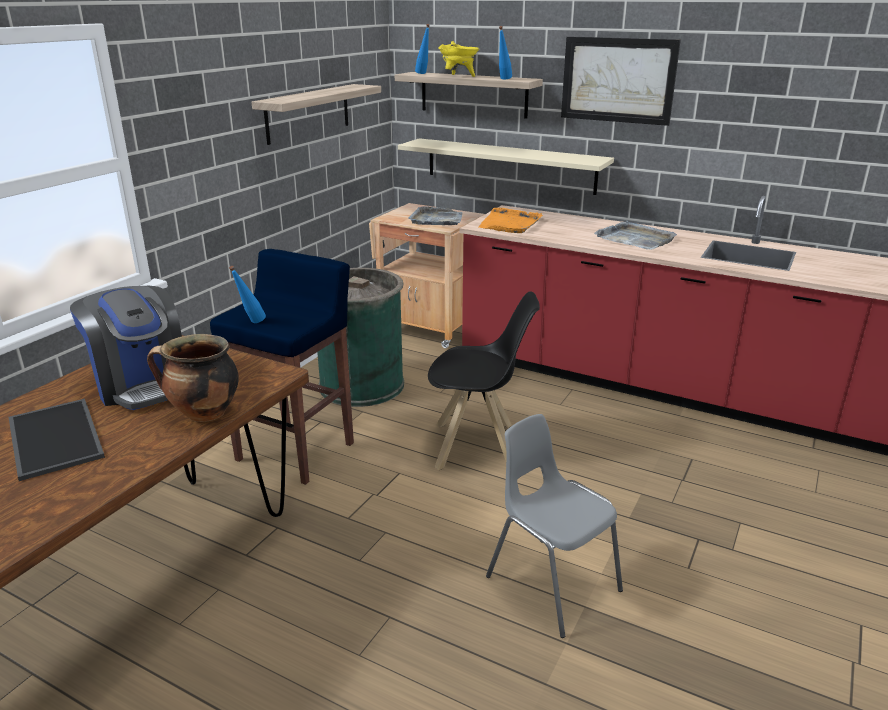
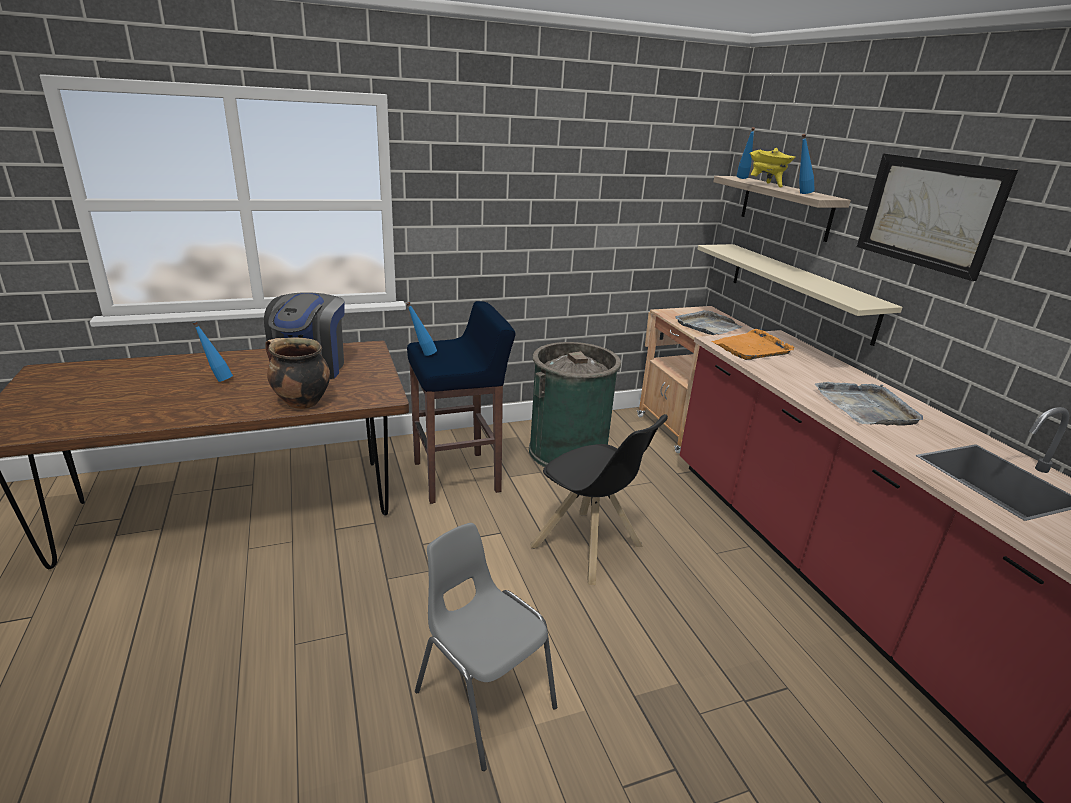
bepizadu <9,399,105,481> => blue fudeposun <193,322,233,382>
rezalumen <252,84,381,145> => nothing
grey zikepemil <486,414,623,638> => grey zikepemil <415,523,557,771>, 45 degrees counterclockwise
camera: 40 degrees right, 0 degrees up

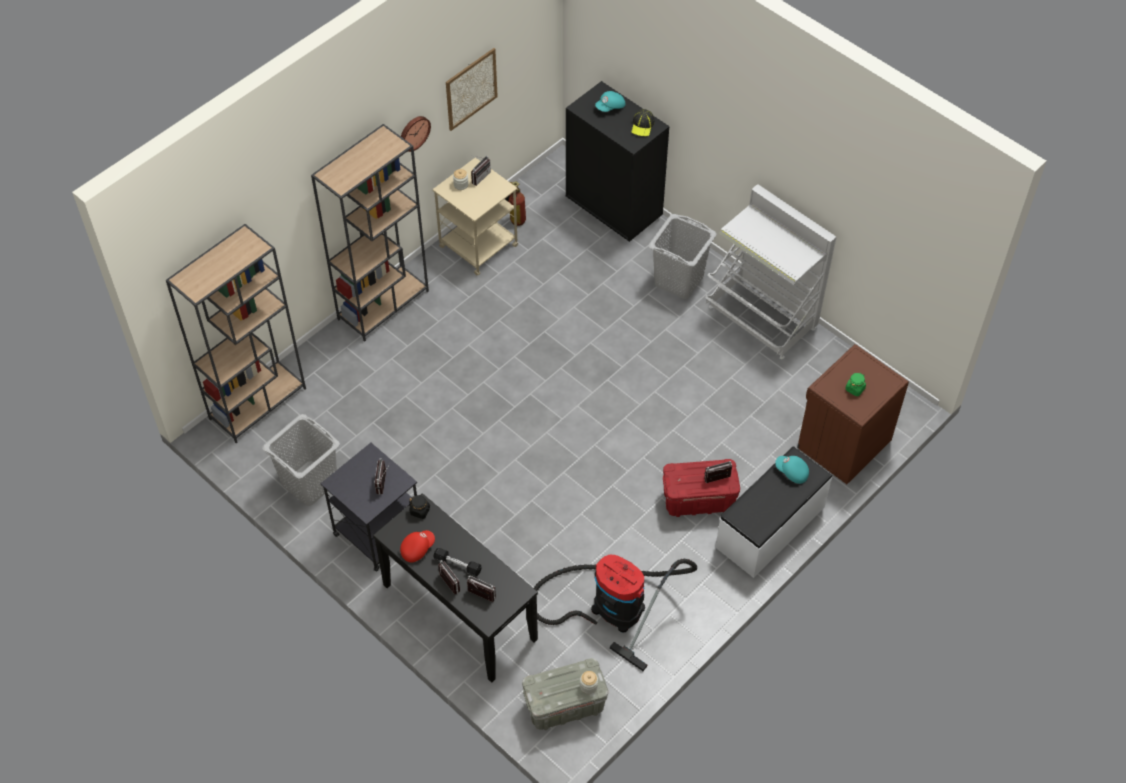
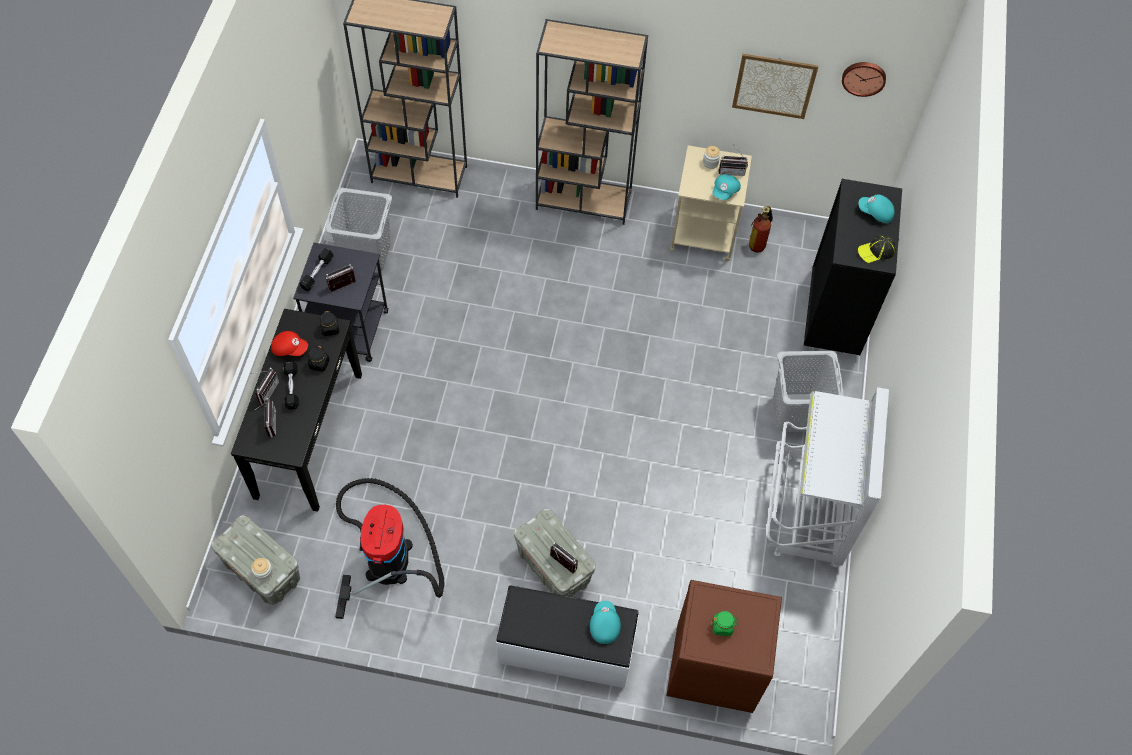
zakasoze <401,116,431,152> => zakasoze <842,62,886,97>, relocated
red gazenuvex <663,459,740,517> => grey gazenuvex <514,509,596,597>
nothing => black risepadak <300,248,334,291>
nothing => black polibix <308,346,330,372>
nothing => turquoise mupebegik <712,174,741,200>
camera: 55 degrees right, 5 degrees up

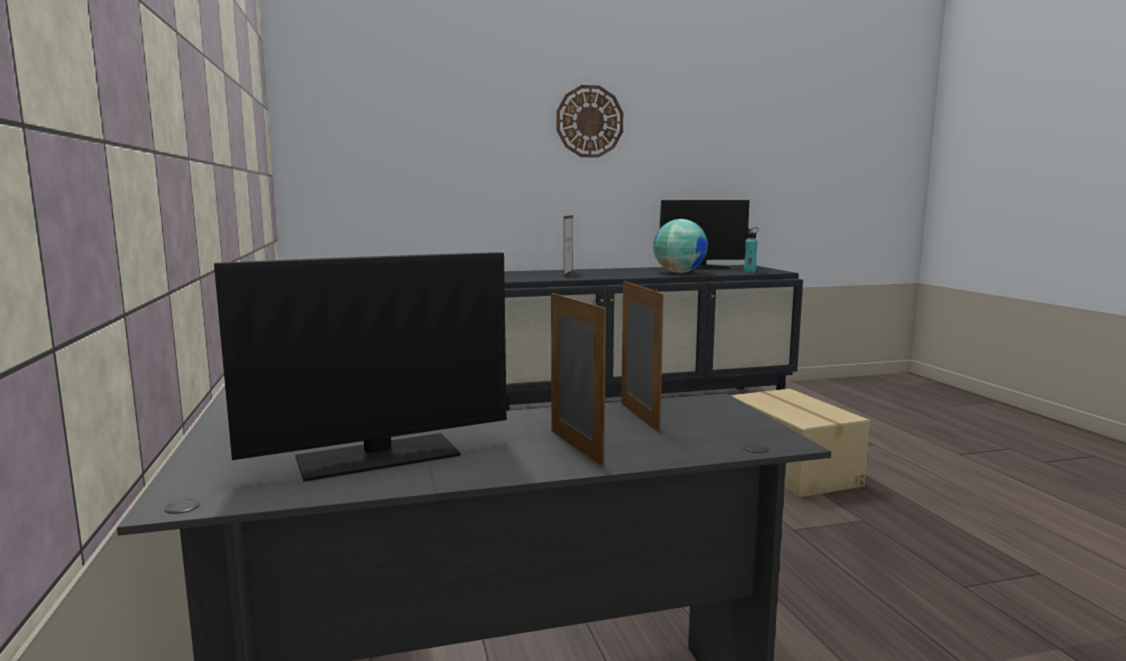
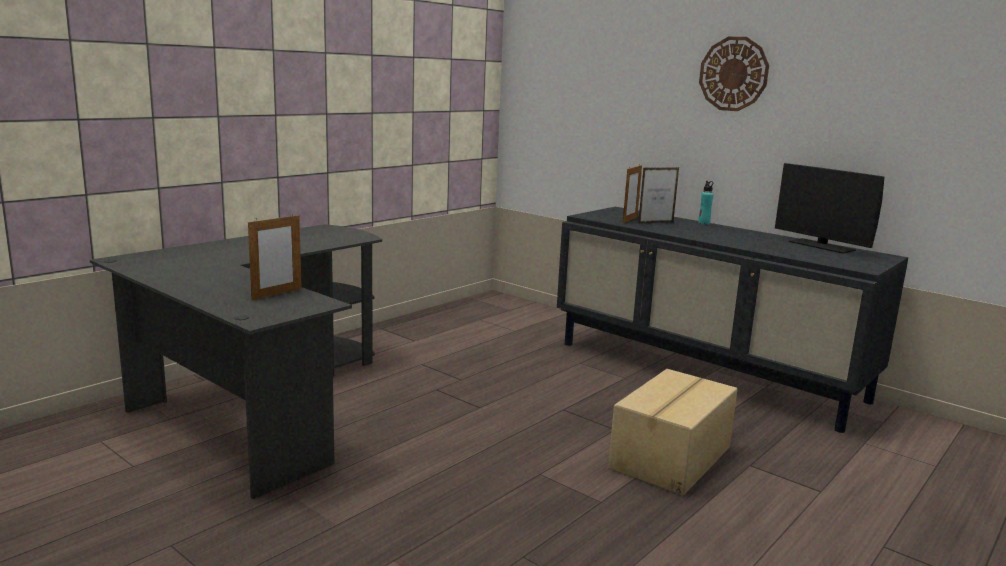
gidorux <214,252,507,482> => nothing
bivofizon <551,290,606,466> => bivofizon <623,165,642,223>, relocated
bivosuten <653,219,708,273> => nothing
turquoise fudeposun <744,228,759,273> => turquoise fudeposun <698,181,713,225>, relocated
camera: 55 degrees right, 5 degrees up

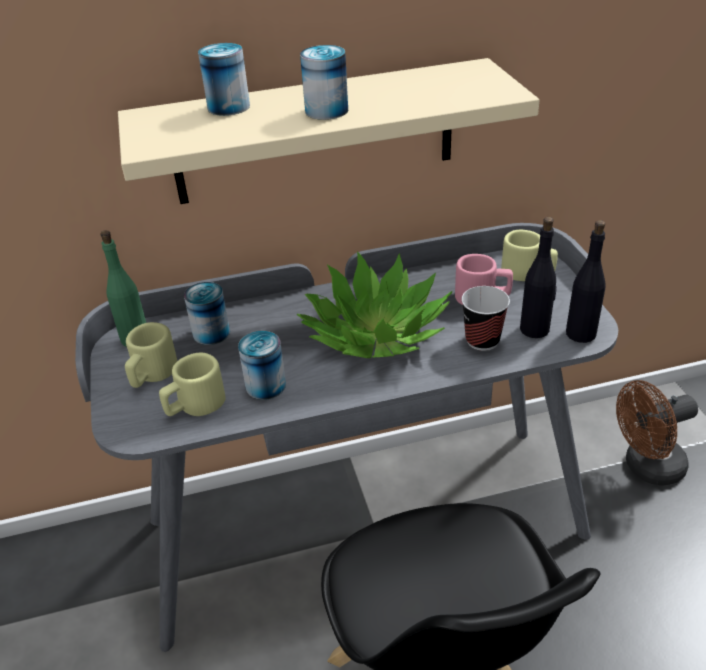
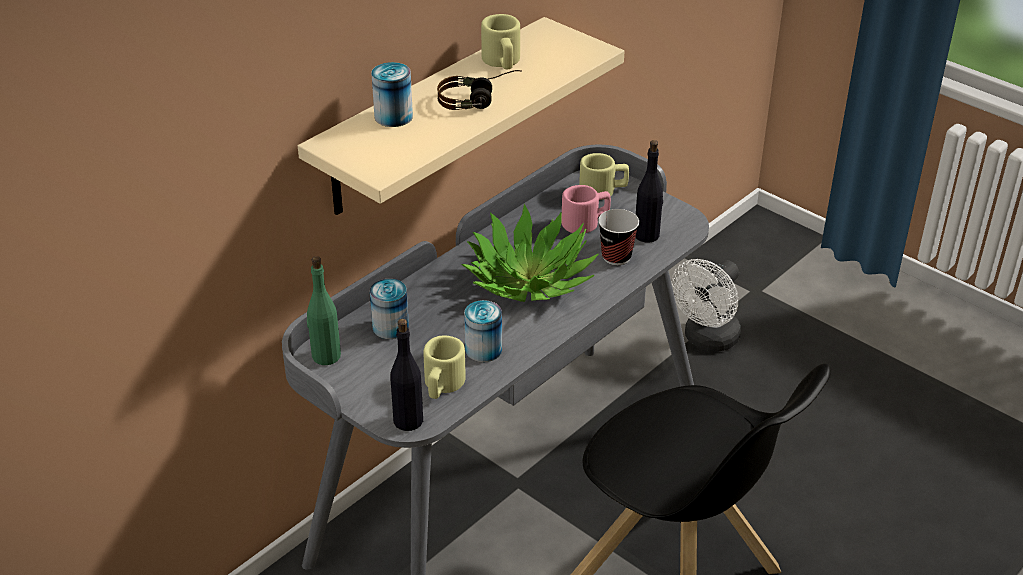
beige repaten <125,322,178,388> => beige repaten <481,14,520,69>, relocated
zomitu <300,45,348,120> => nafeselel <437,70,522,110>
black fudeposun <566,220,606,343> => black fudeposun <390,319,423,431>, relocated
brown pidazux <616,380,698,486> => white pidazux <671,259,741,352>
camera: 35 degrees left, 0 degrees up

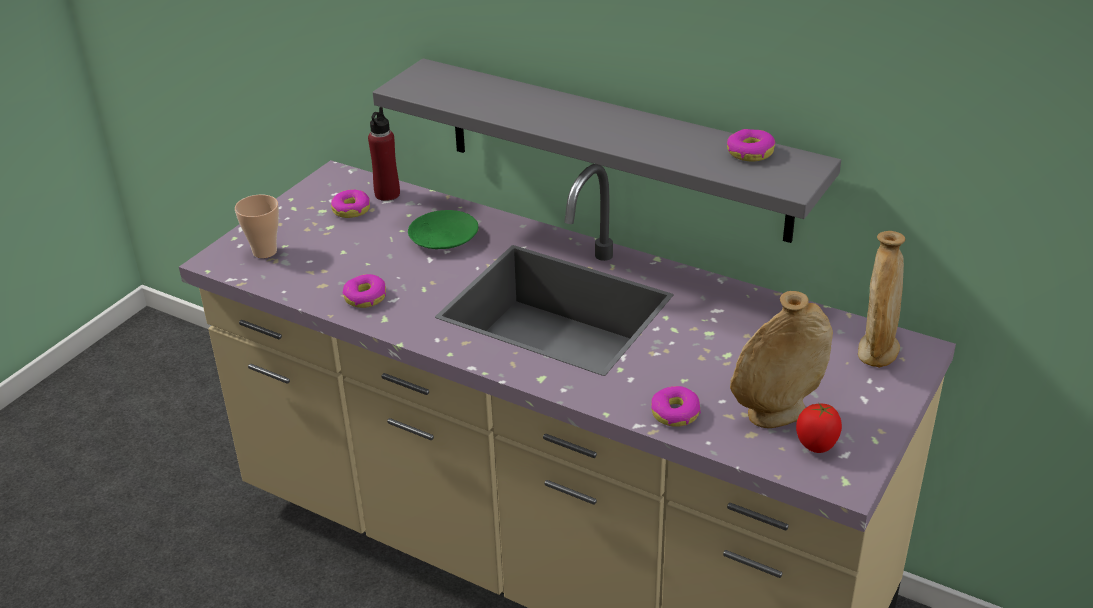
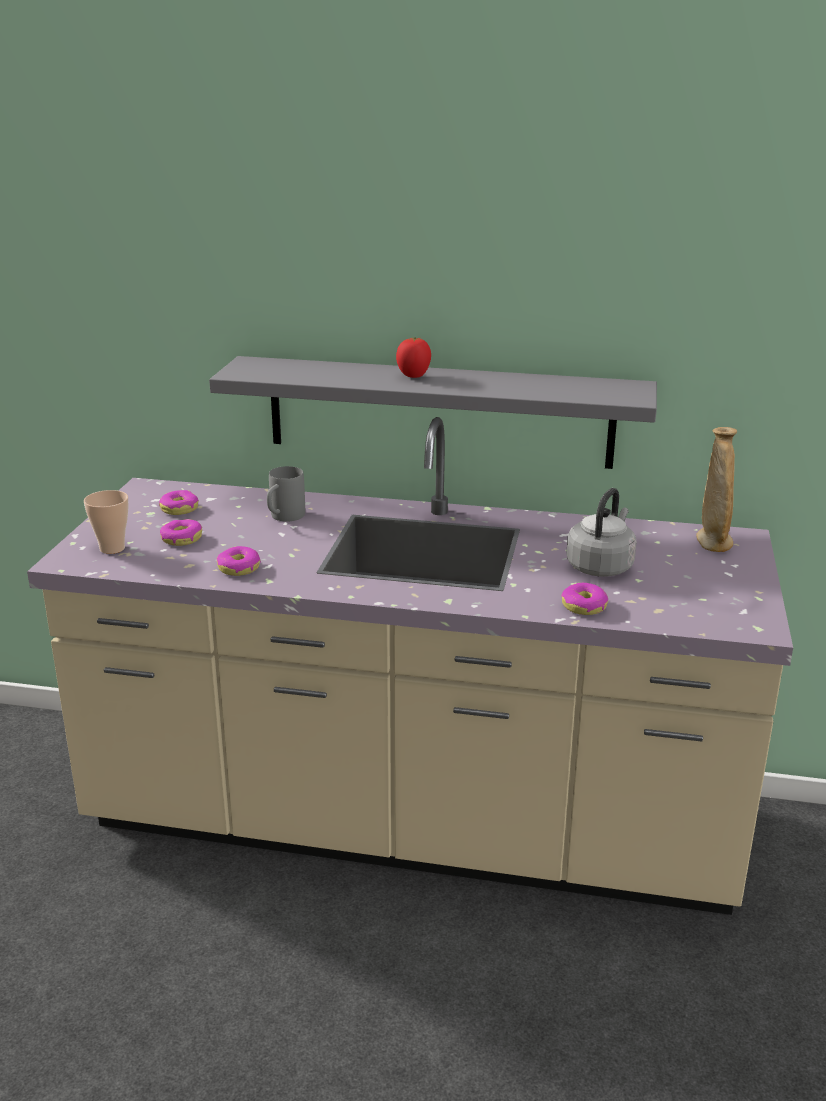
red fudeposun <368,107,400,201> => nothing
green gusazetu <408,210,478,249> => grey repaten <267,466,305,522>
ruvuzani <727,129,775,161> => ruvuzani <160,519,202,546>, relocated
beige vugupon <730,291,833,428> => nothing
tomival <796,404,842,453> => tomival <396,337,431,378>, relocated
nothing => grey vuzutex <566,488,637,577>
camera: 20 degrees left, 10 degrees down

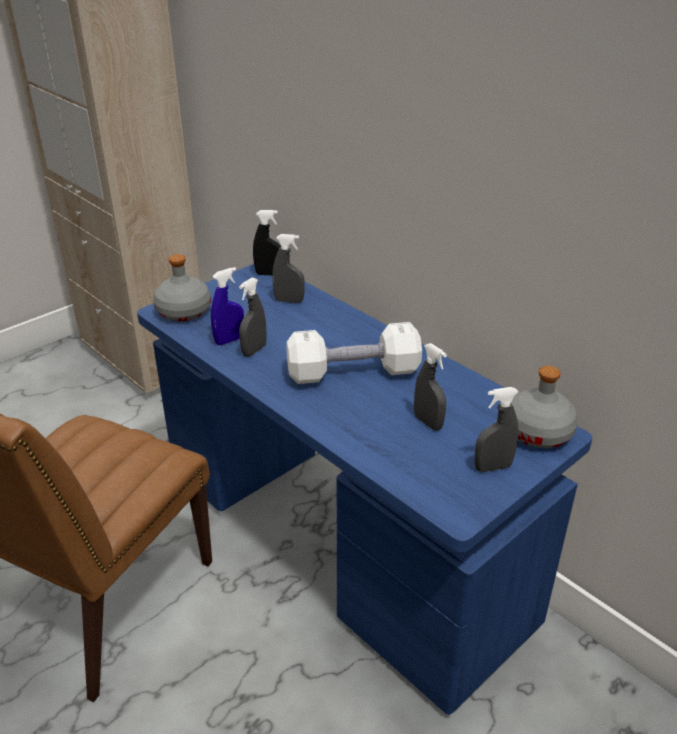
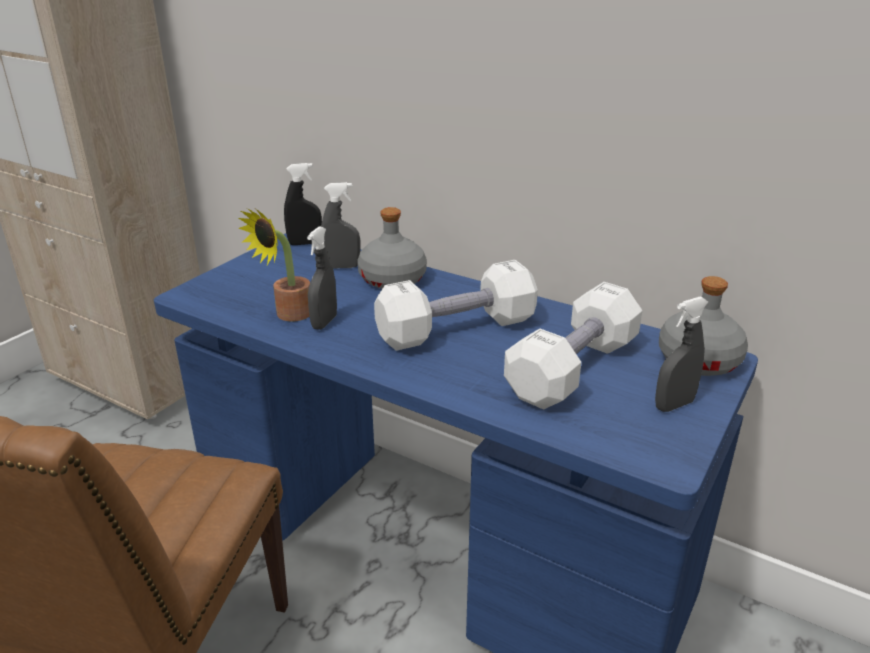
grey fudeposun <153,254,211,321> => grey fudeposun <357,207,427,289>, relocated
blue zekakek <211,267,244,345> => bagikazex <238,209,310,322>
grey zekakek <414,343,447,430> => white risepadak <504,282,642,409>
camera: 15 degrees left, 5 degrees down

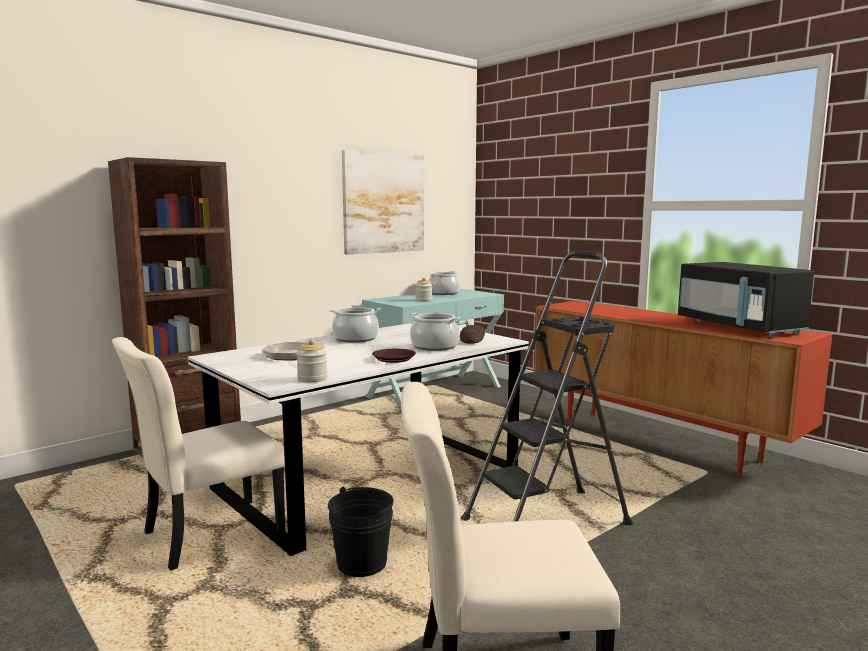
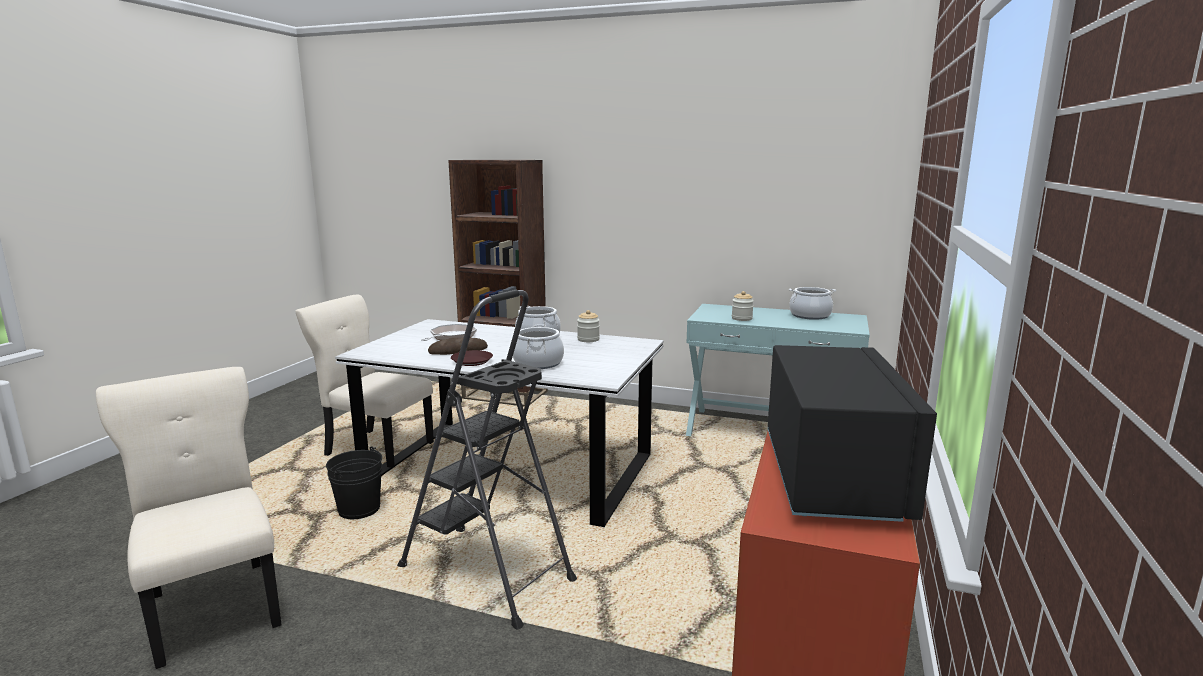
polibix <296,339,328,382> => polibix <577,310,600,342>, relocated
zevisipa <342,150,424,254> => nothing
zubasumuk <460,325,485,344> => zubasumuk <428,337,488,355>, relocated
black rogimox <678,262,814,338> => black rogimox <768,345,937,522>, 150 degrees clockwise
camera: 60 degrees right, 5 degrees up

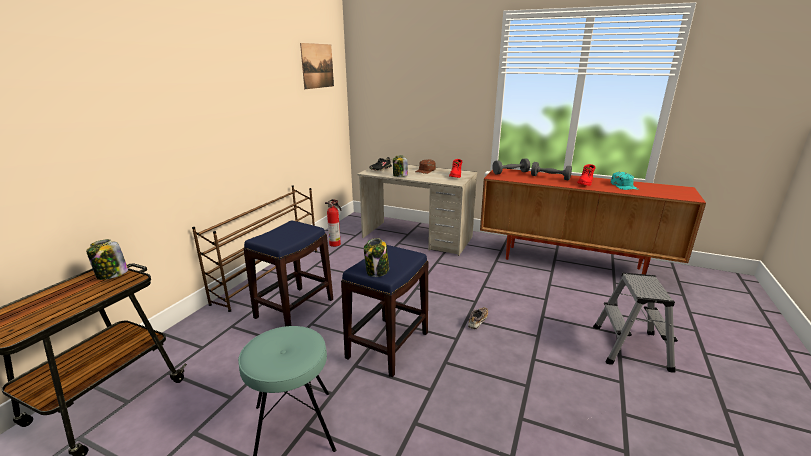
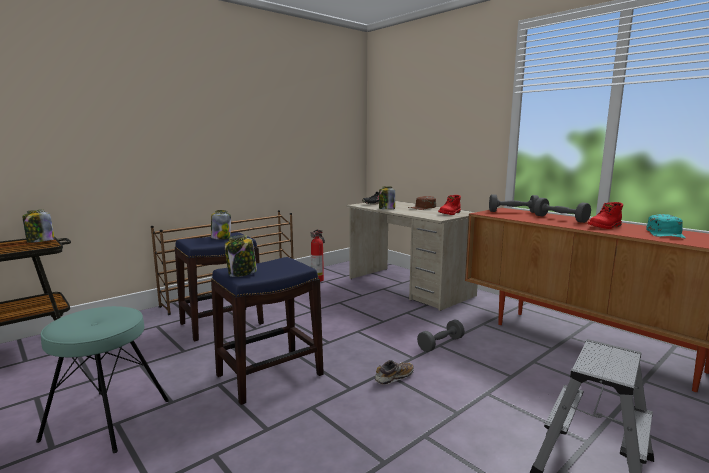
zevisipa <300,43,334,89> => nothing
nothing => polibix <211,210,231,239>
nothing => grey risepadak <417,319,465,352>
camera: 25 degrees right, 10 degrees down

